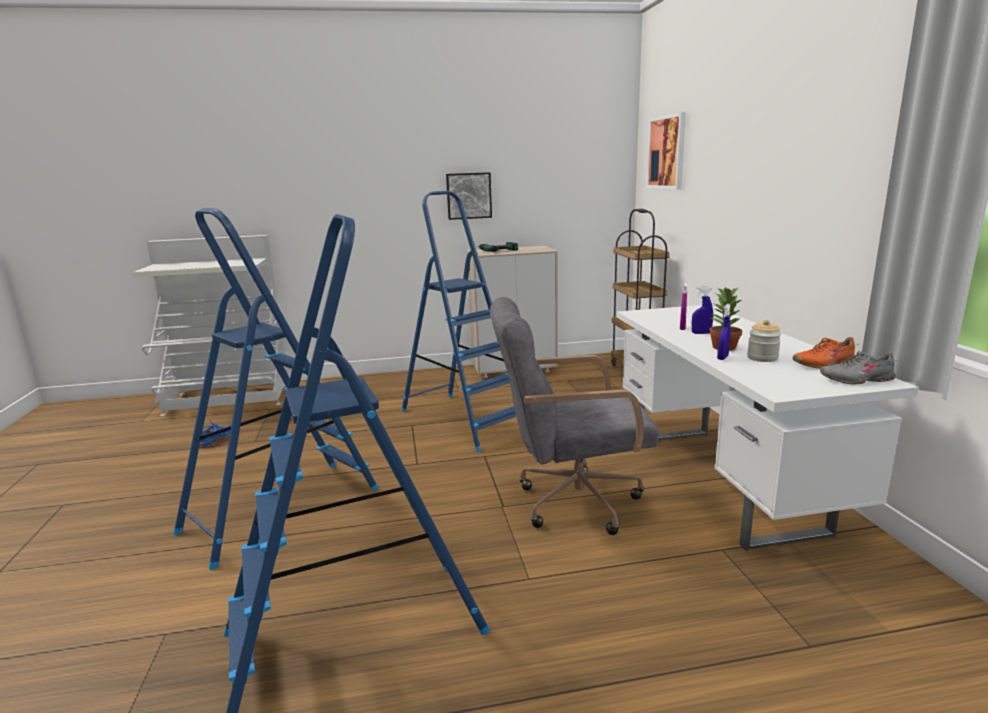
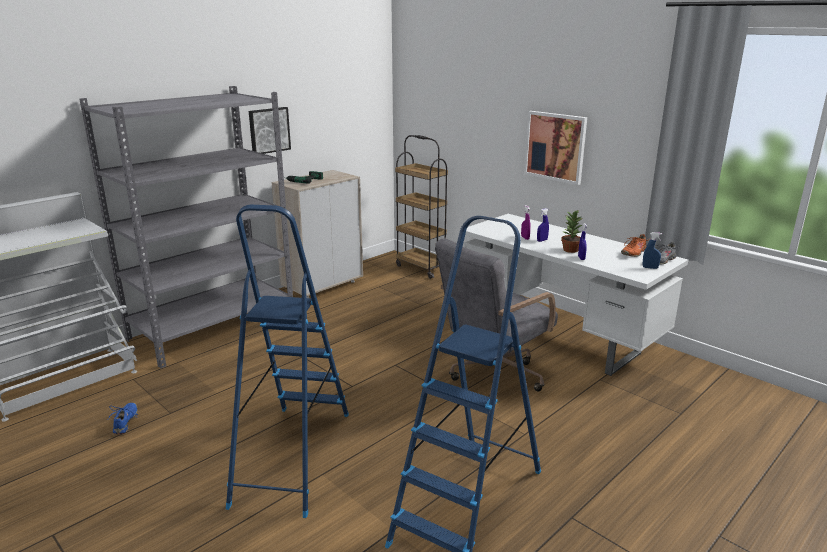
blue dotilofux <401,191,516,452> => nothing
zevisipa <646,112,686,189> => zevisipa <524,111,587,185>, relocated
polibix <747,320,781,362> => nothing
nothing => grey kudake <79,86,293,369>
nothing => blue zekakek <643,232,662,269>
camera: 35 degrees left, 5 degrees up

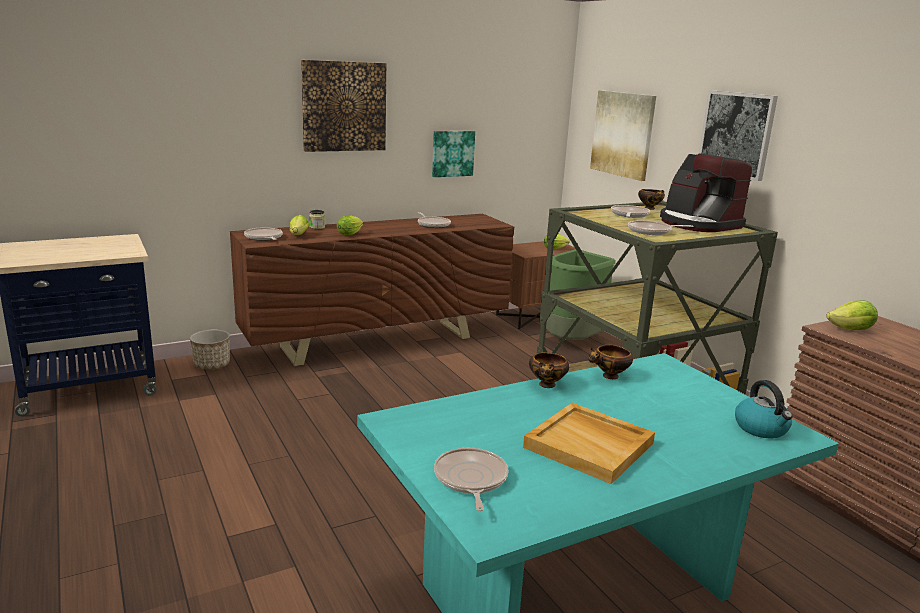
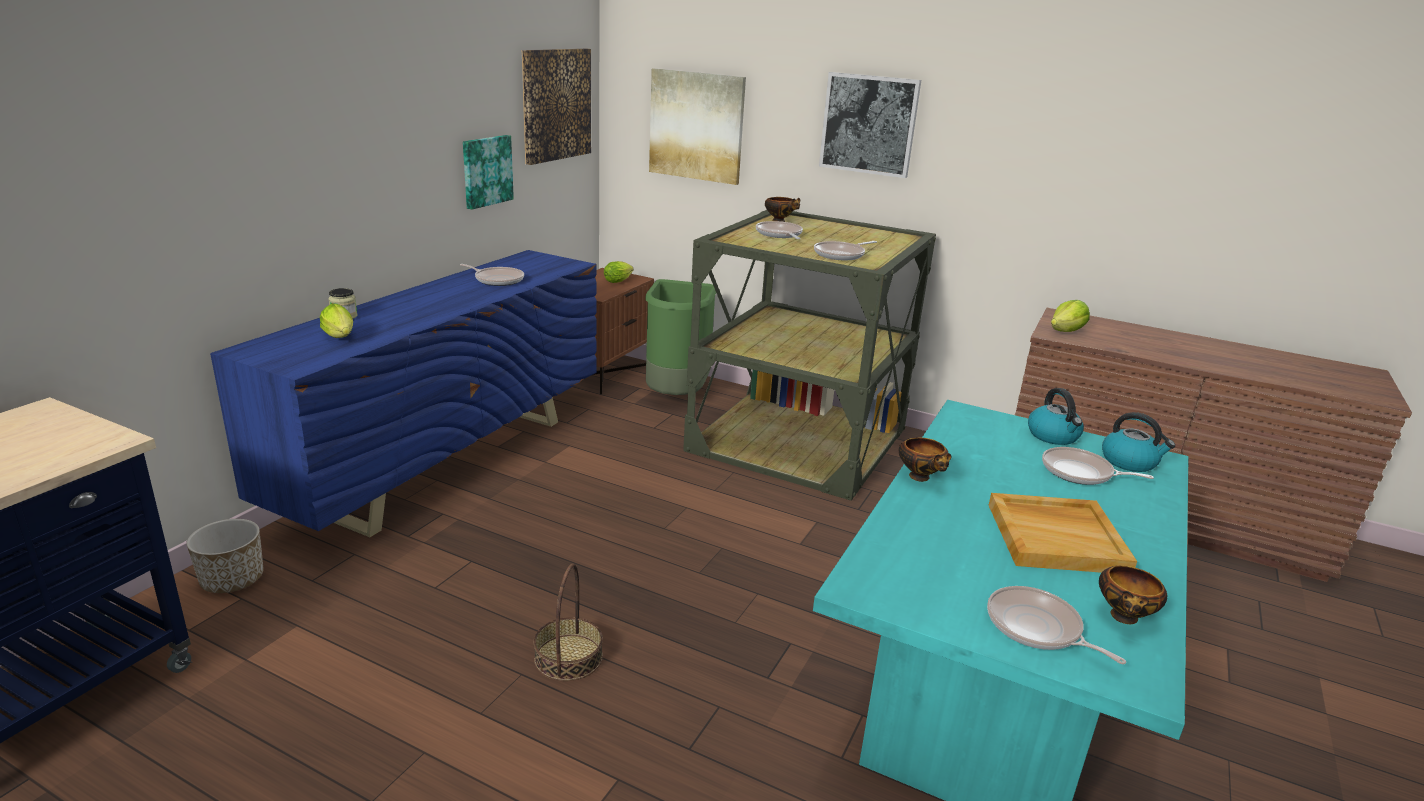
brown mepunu <230,214,514,366> => blue mepunu <210,250,597,537>
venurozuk <244,227,283,241> => venurozuk <1042,447,1154,485>, relocated
zevisipa <301,60,386,152> => zevisipa <522,49,591,165>, relocated
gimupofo <337,216,363,236> => nothing
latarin <588,345,633,379> => latarin <1099,565,1167,624>, relocated
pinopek <660,153,752,232> => nothing
nothing => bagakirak <534,563,603,681>
nothing => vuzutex <1028,388,1084,445>
camera: 35 degrees left, 5 degrees up

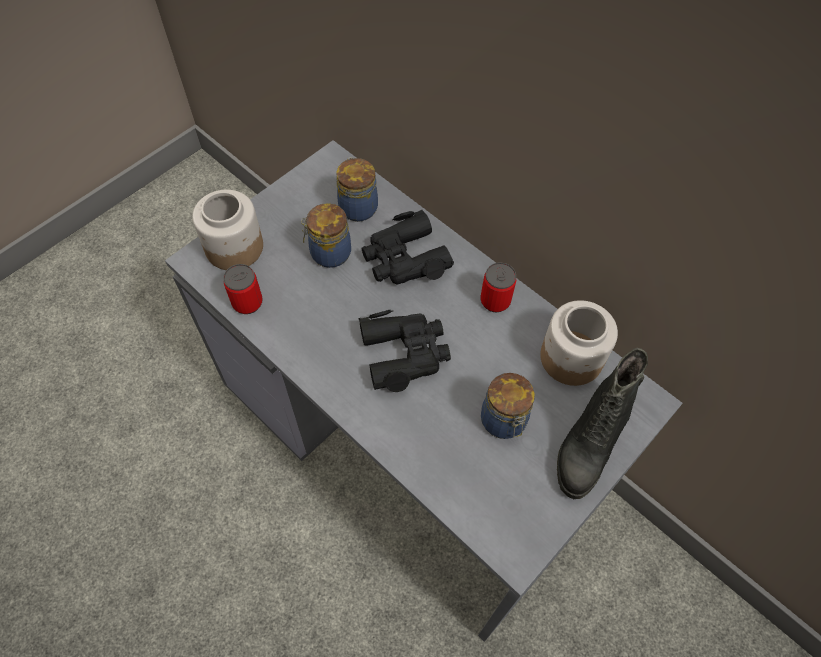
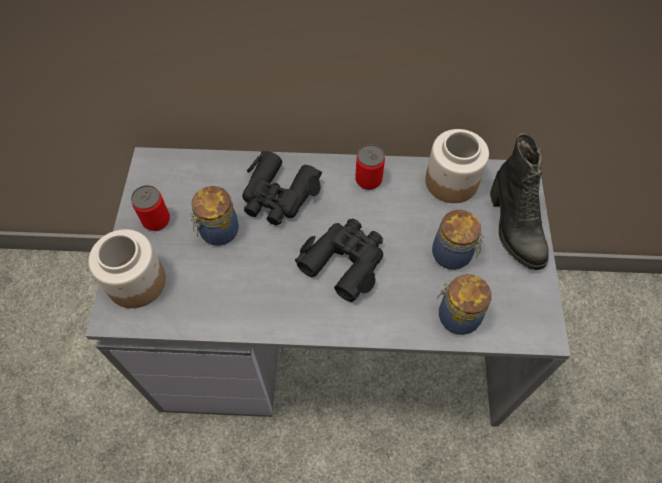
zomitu <223,264,263,314> => zomitu <131,185,170,231>, relocated
polibix <336,157,378,222> => polibix <437,274,491,335>, relocated
camera: 40 degrees left, 0 degrees up

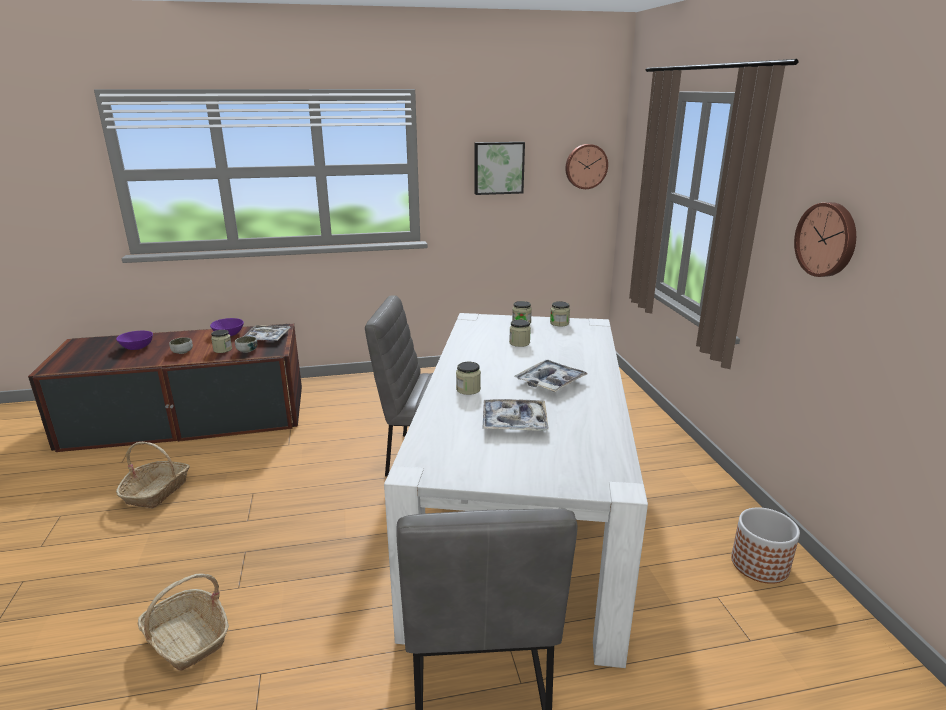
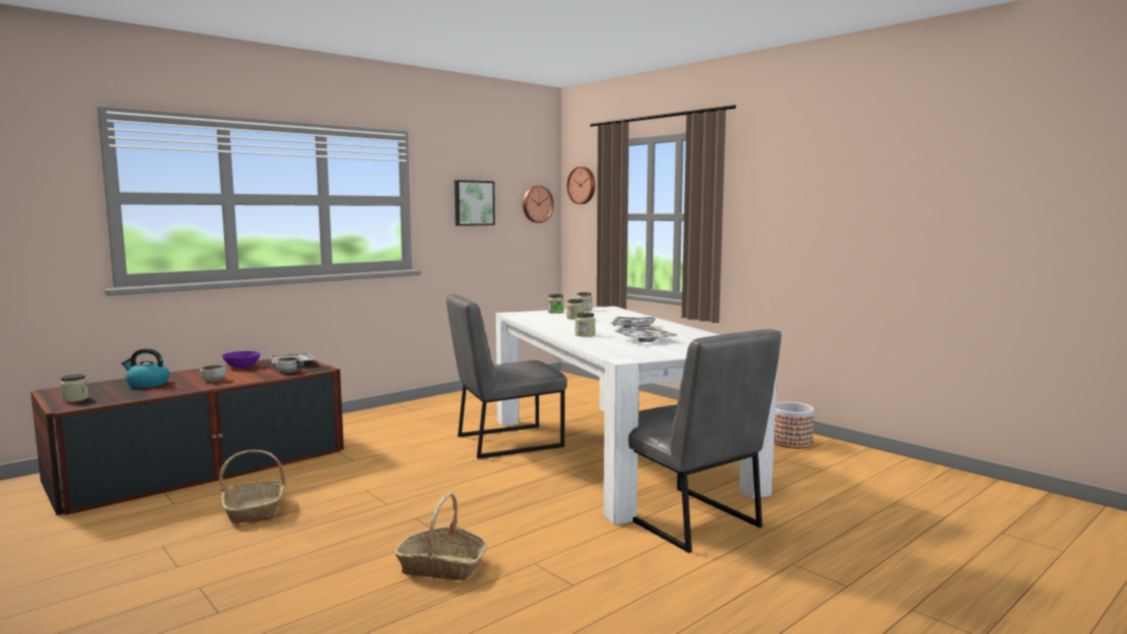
purple latarin <116,331,153,350> => vuzutex <122,348,170,388>
polibix <211,330,232,353> => polibix <60,374,89,402>, relocated
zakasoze <794,202,856,277> => zakasoze <567,167,595,204>, relocated
camera: 30 degrees left, 15 degrees down

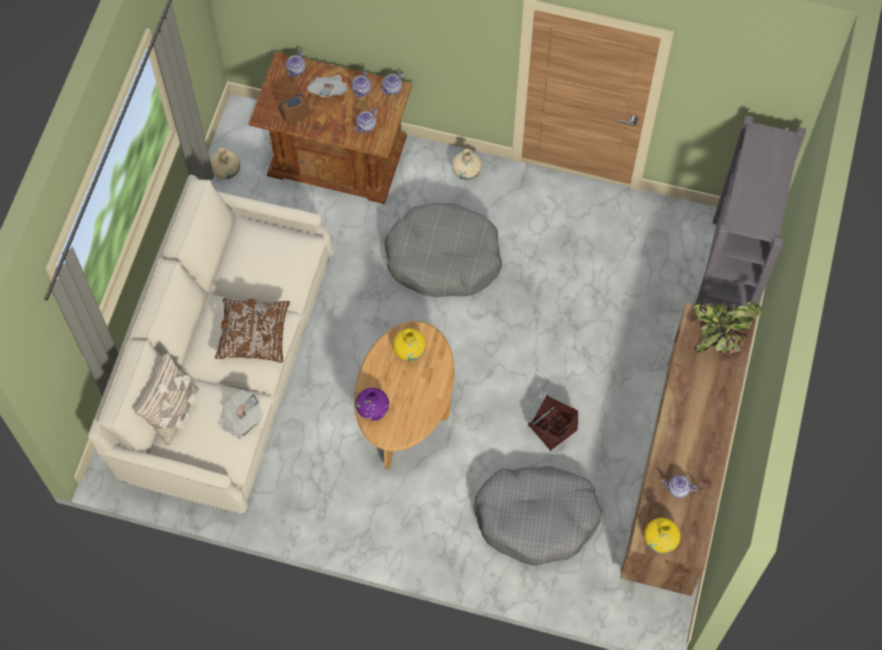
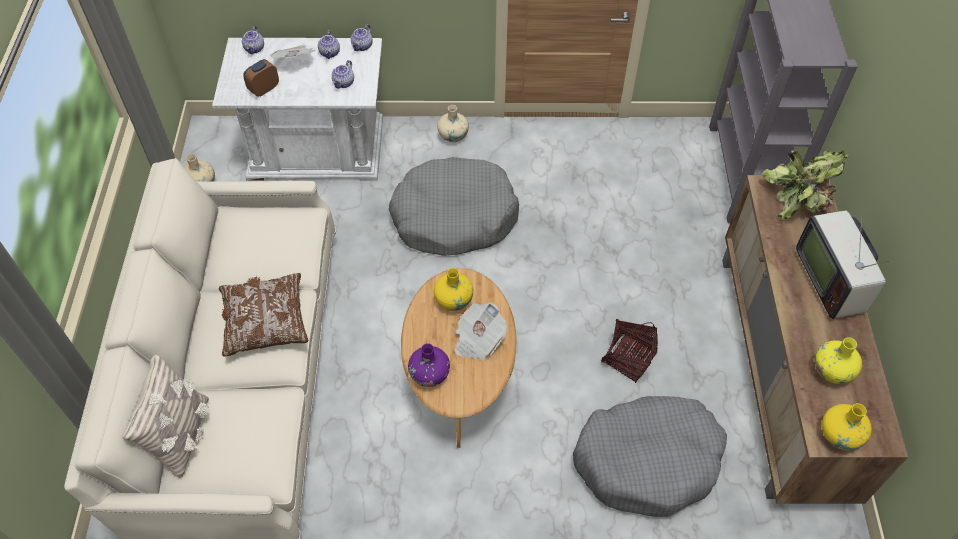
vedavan <219,390,263,439> => vedavan <455,303,507,361>, relocated
brown mepunu <248,52,412,204> => white mepunu <212,38,383,181>
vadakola <662,475,698,498> => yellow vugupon <815,337,862,384>
nothing => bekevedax <796,211,888,319>
camera: 15 degrees left, 10 degrees down

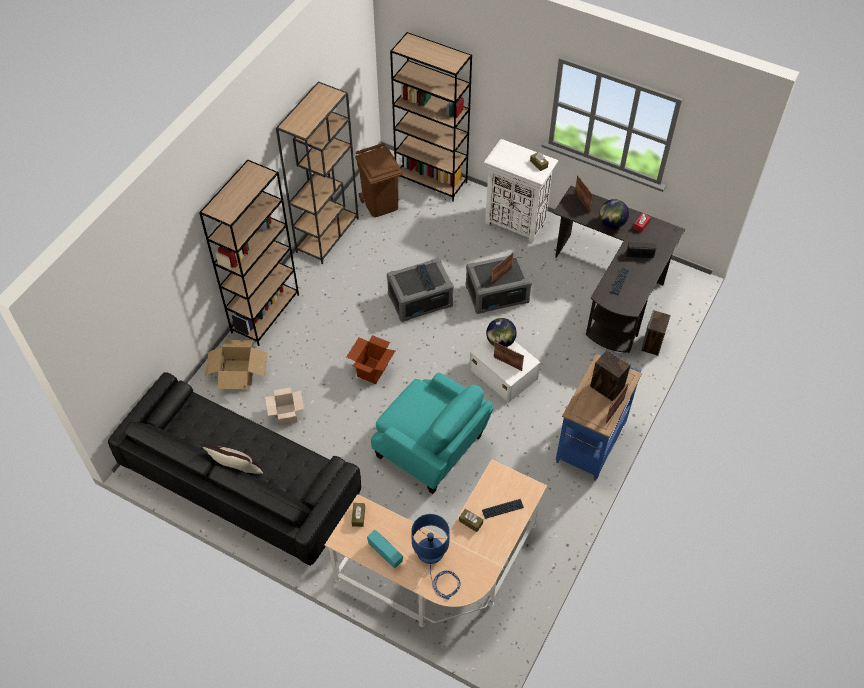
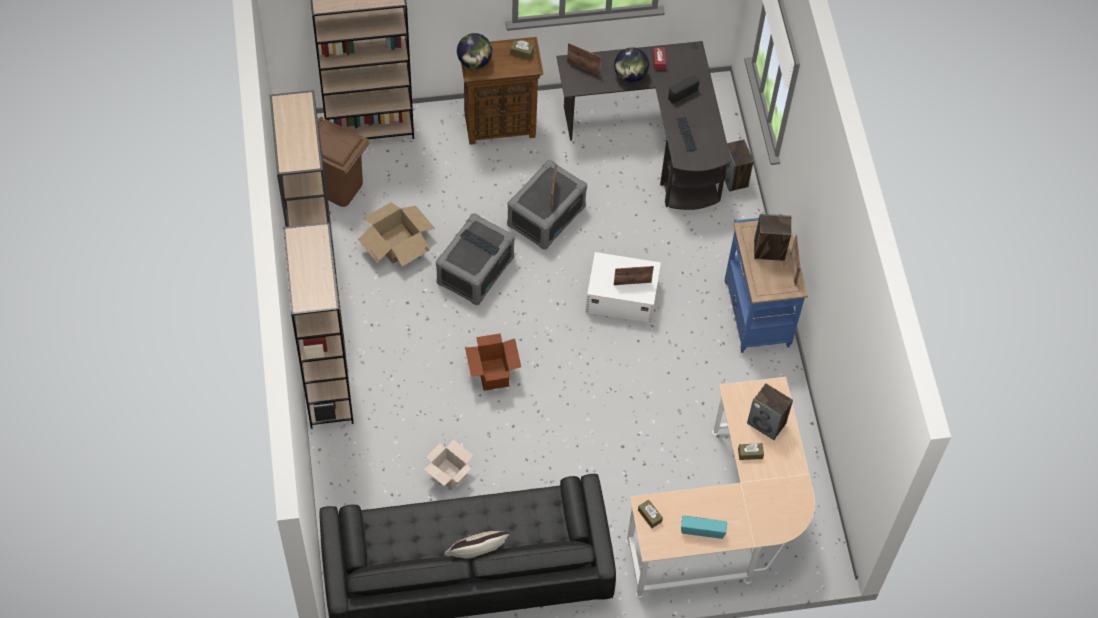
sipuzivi <205,340,267,389> => sipuzivi <358,202,435,267>, relocated
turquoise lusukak <371,372,494,494> => nothing
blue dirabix <411,514,461,600> => nothing
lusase <482,499,524,519> => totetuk <747,384,793,440>
white mepunu <484,139,559,243> => brown mepunu <461,37,544,145>
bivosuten <486,318,517,347> => bivosuten <457,33,492,69>, relocated
camera: 40 degrees left, 5 degrees up

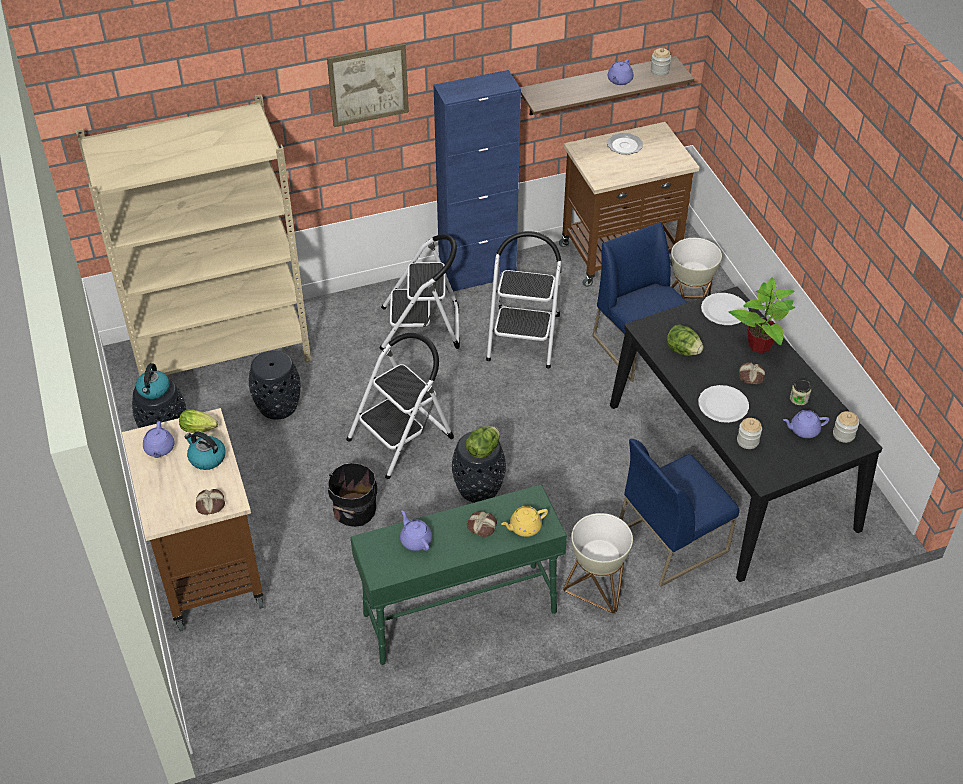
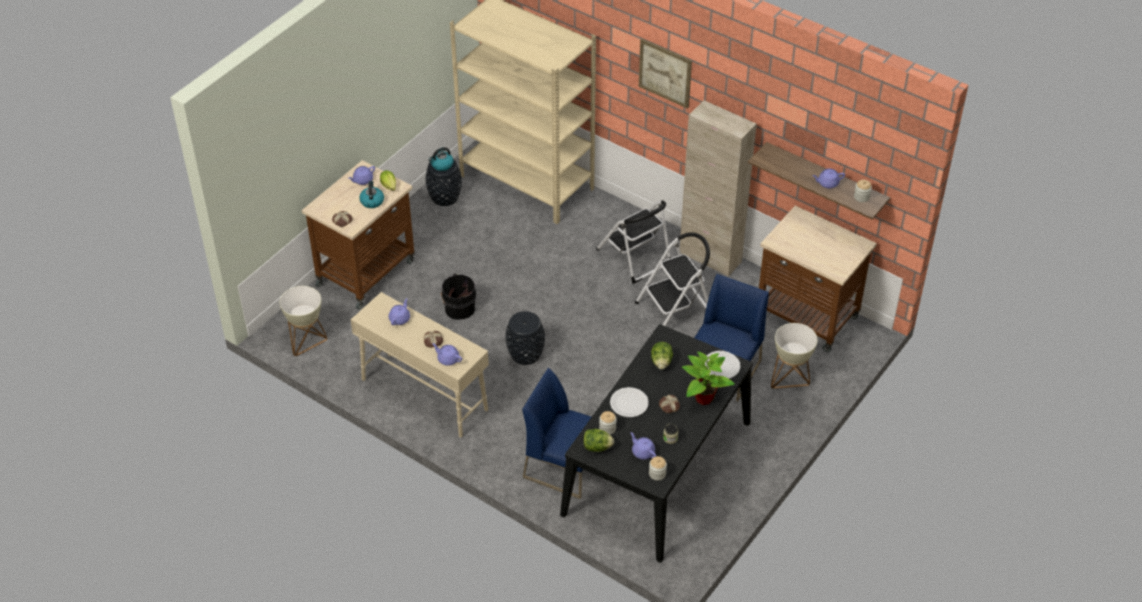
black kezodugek <249,350,301,420> => nothing
dotilofux <346,333,454,479> => nothing
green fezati <350,485,567,665> => beige fezati <351,292,489,438>
blue mepunu <434,70,521,292> => beige mepunu <680,100,757,277>
gimupofo <466,426,500,458> => gimupofo <583,429,614,452>, relocated
yellow vadakola <501,506,548,537> => purple vadakola <432,343,462,366>
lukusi <563,513,633,613> => lukusi <279,286,327,356>, relocated
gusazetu <607,133,643,155> => nothing
camera: 55 degrees right, 0 degrees up

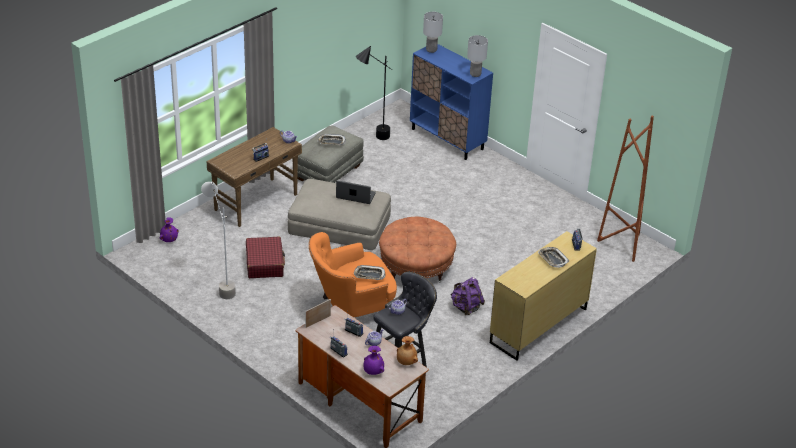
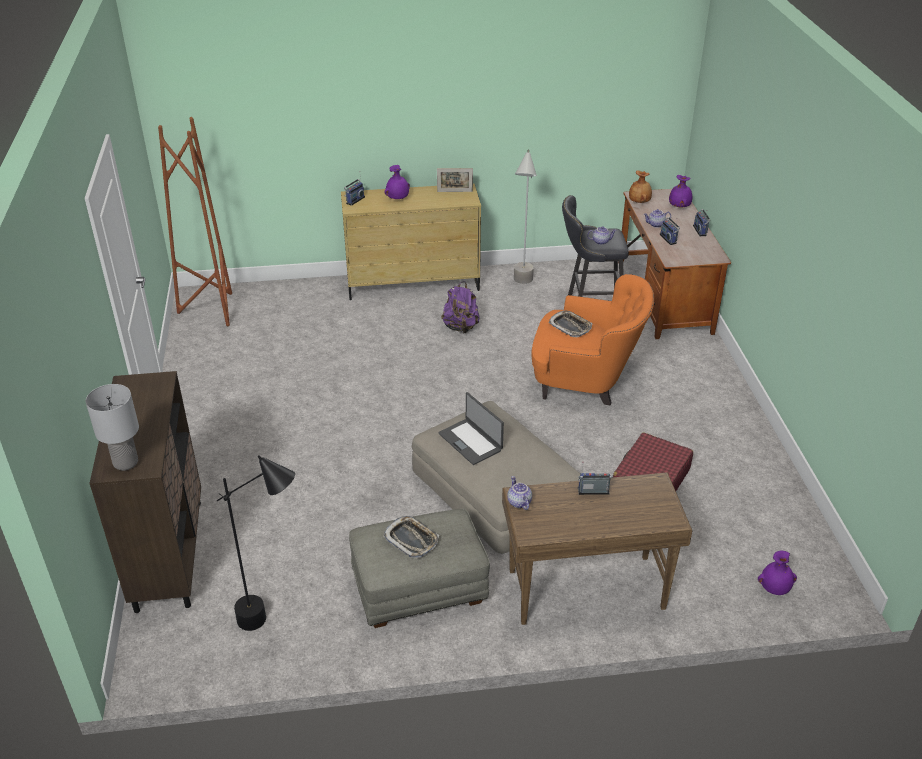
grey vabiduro <201,182,236,299> => grey vabiduro <514,149,537,284>, relocated
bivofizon <305,299,331,328> => bivofizon <437,168,473,192>, relocated
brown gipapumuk <379,217,456,283> => nothing
blue mepunu <410,44,493,160> => brown mepunu <89,371,201,613>
grey dirabix <467,35,488,77> => nothing
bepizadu <538,247,569,268> => purple vugupon <384,165,410,199>
camera: 140 degrees left, 0 degrees up

